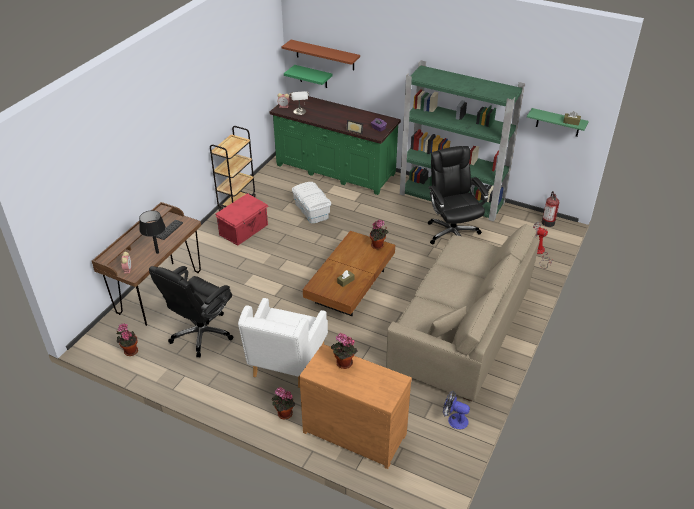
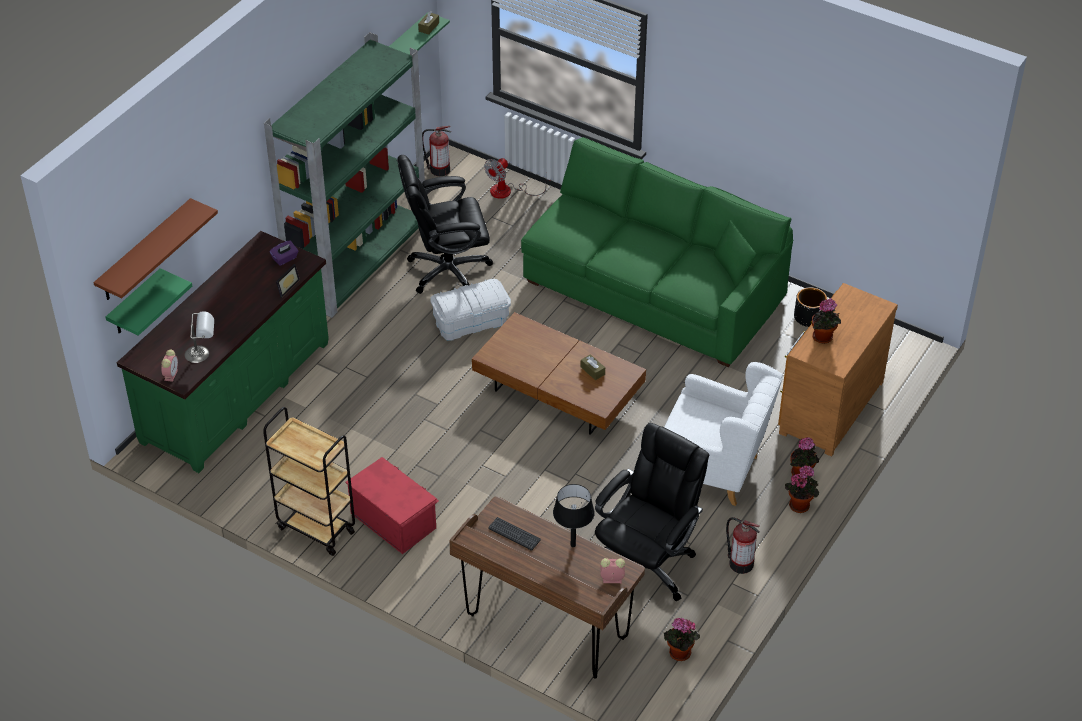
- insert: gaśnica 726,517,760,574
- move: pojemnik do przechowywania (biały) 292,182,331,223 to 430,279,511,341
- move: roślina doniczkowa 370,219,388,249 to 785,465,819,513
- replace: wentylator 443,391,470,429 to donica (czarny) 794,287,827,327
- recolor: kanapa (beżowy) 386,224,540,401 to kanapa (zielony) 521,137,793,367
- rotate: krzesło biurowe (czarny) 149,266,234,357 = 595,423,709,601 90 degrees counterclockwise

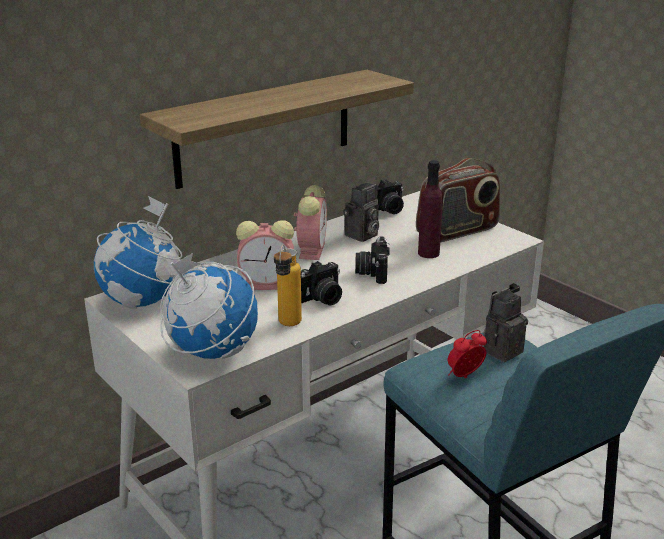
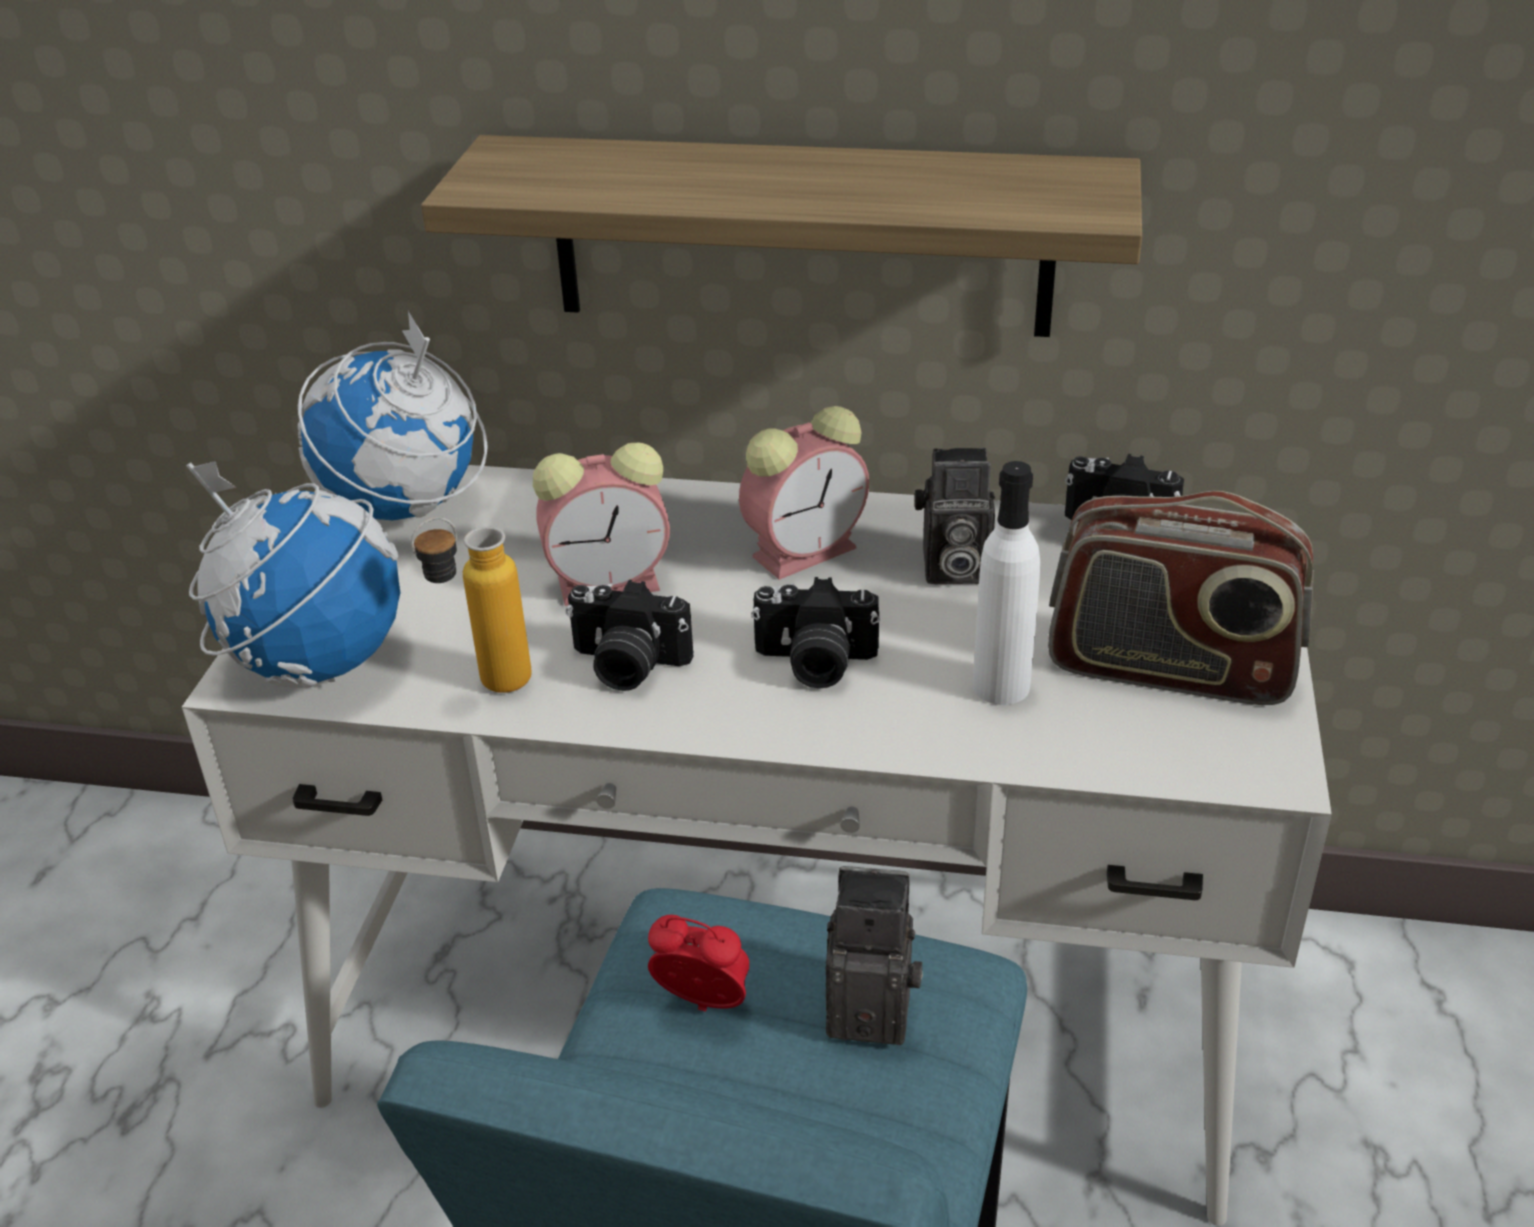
- recolor: butelka (fioletowy) 418,160,443,258 to butelka (biały) 972,461,1040,705
- rotate: budzik 236,220,294,290 = 533,443,670,606 60 degrees counterclockwise
- rotate: aparat fotograficzny 355,236,390,284 = 751,577,880,689 135 degrees counterclockwise

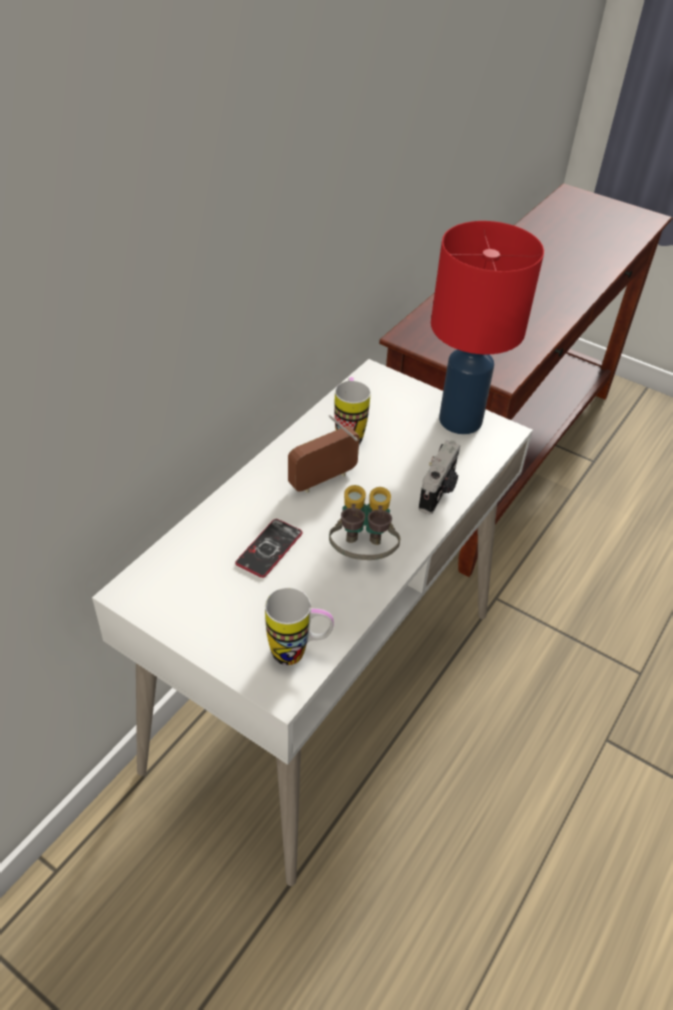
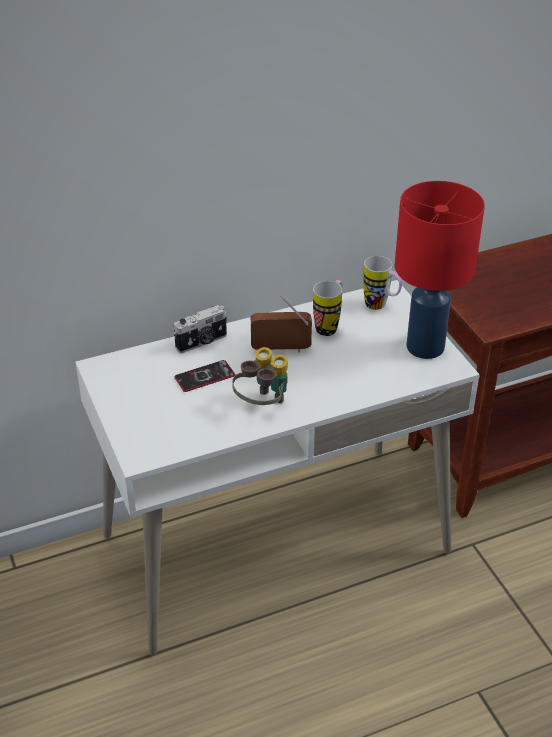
- move: kubek 265,588,334,665 to 363,256,402,310
- move: aparat fotograficzny 419,440,460,514 to 173,305,227,353

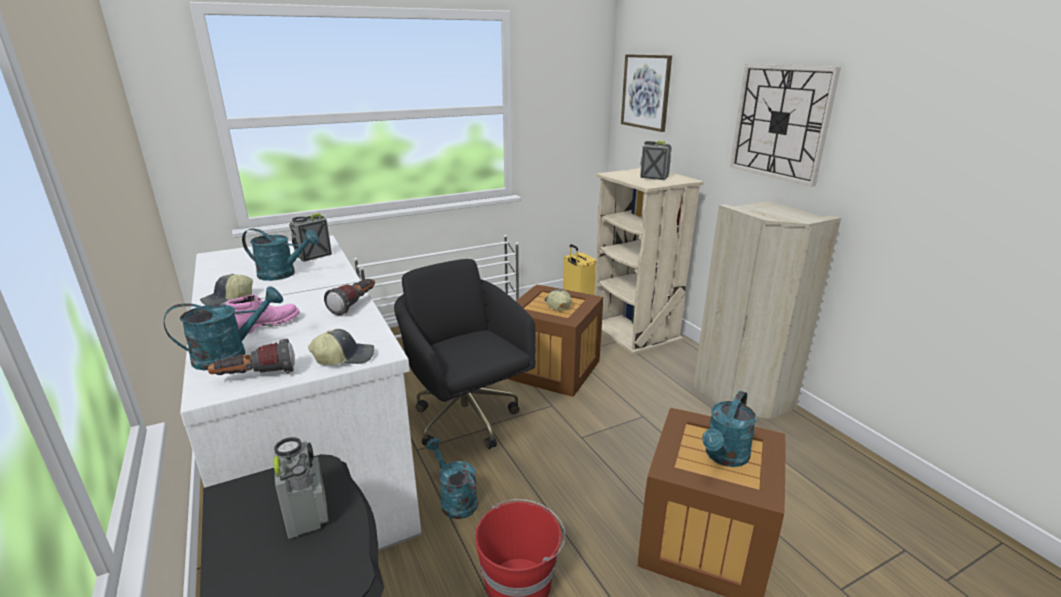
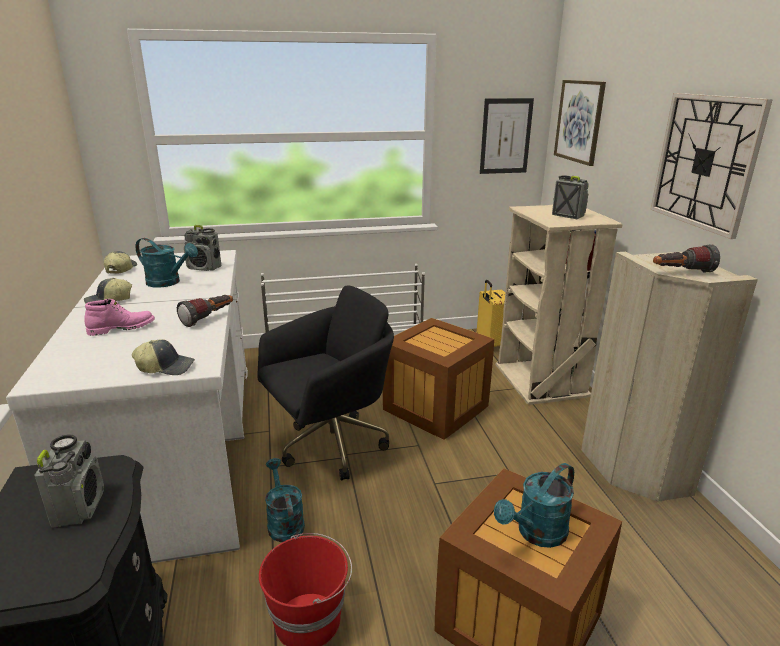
- delete: konewka (turkusowy) 164,286,283,370
- insert: obraz 480,98,534,174
- move: latarka 208,339,295,375 to 653,244,720,273
- move: czapka z daszkiem 544,289,571,311 to 104,251,137,274
- rotate: radio 289,213,332,262 = 184,225,222,271 135 degrees counterclockwise
- rotate: krzesło biurowe (czarny) 394,259,536,449 = 257,285,394,480 75 degrees clockwise

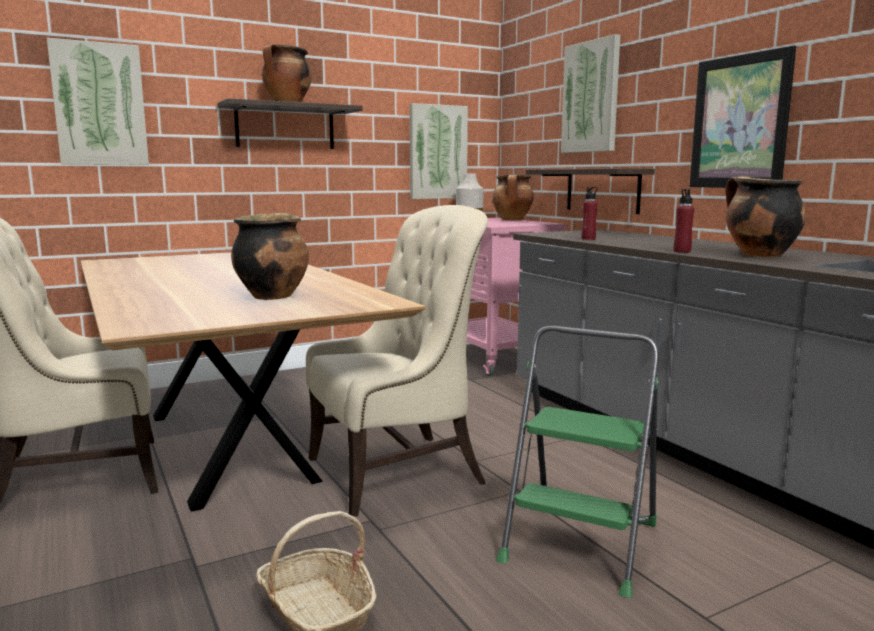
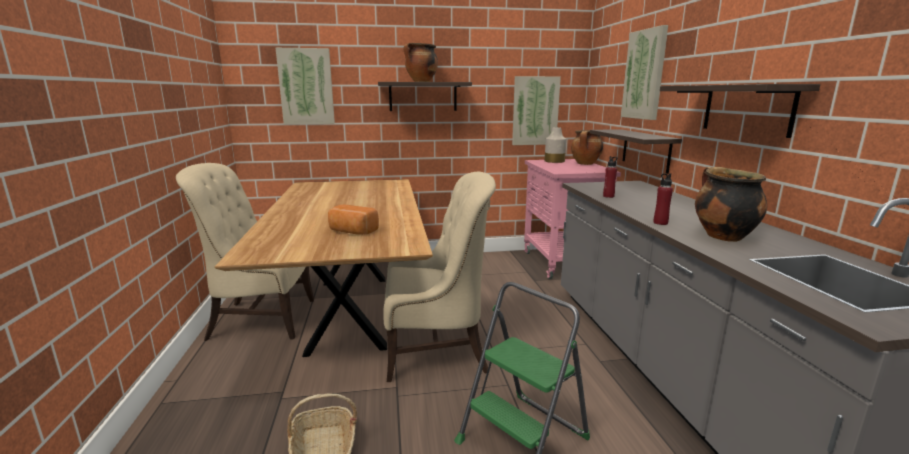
- replace: garnek 231,213,309,300 to chleb 328,204,379,235
- replace: obraz 690,46,796,188 to półka 660,84,820,138

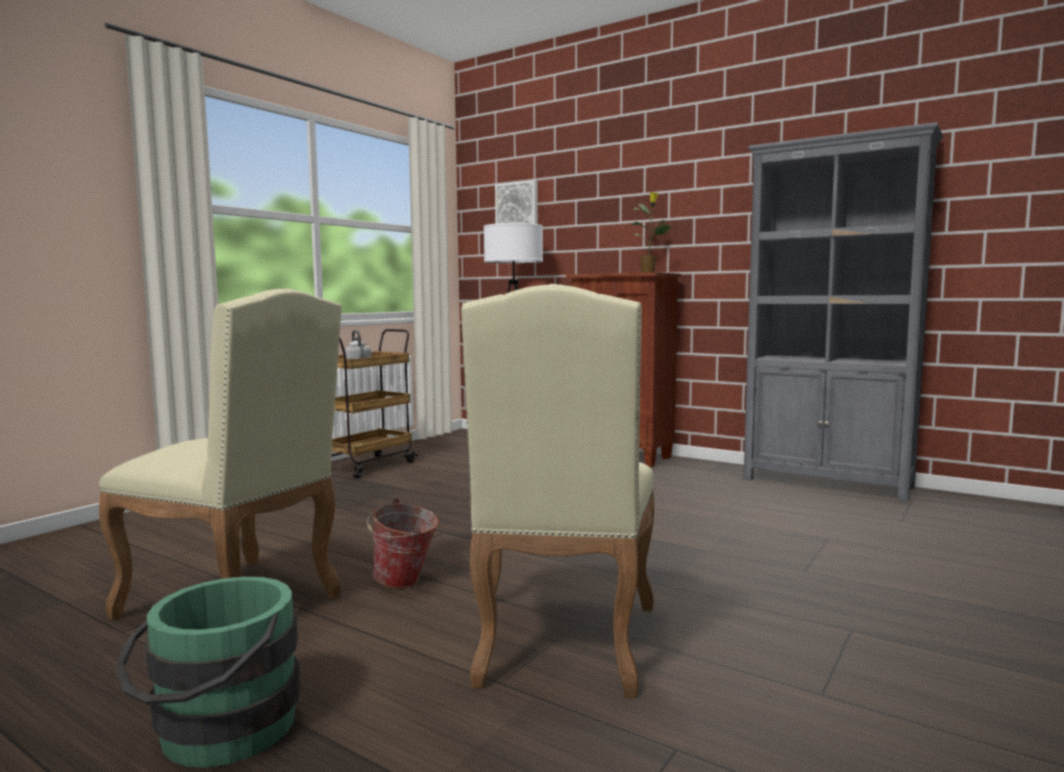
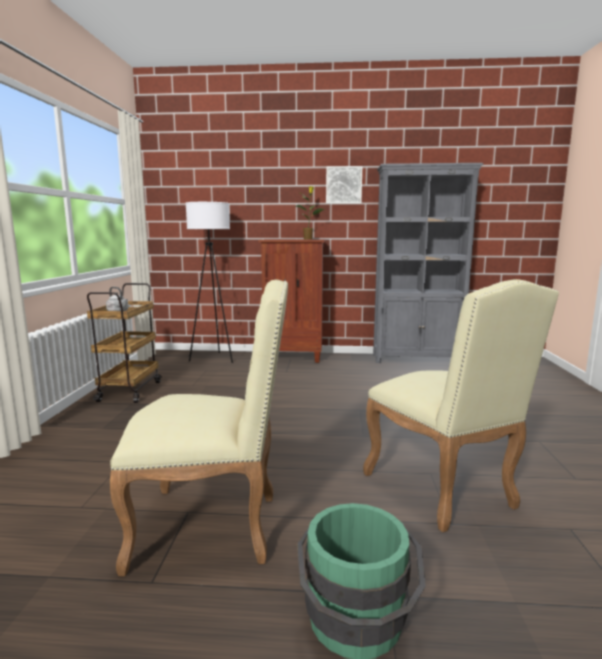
- delete: wiadro 367,498,439,589
- move: obraz 495,180,538,224 to 326,166,362,204

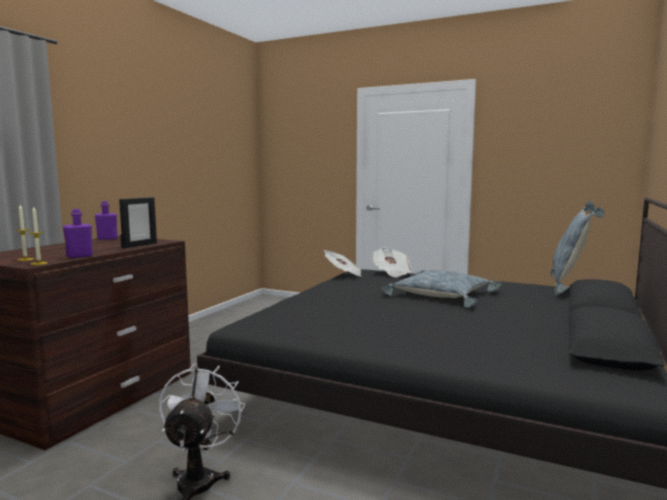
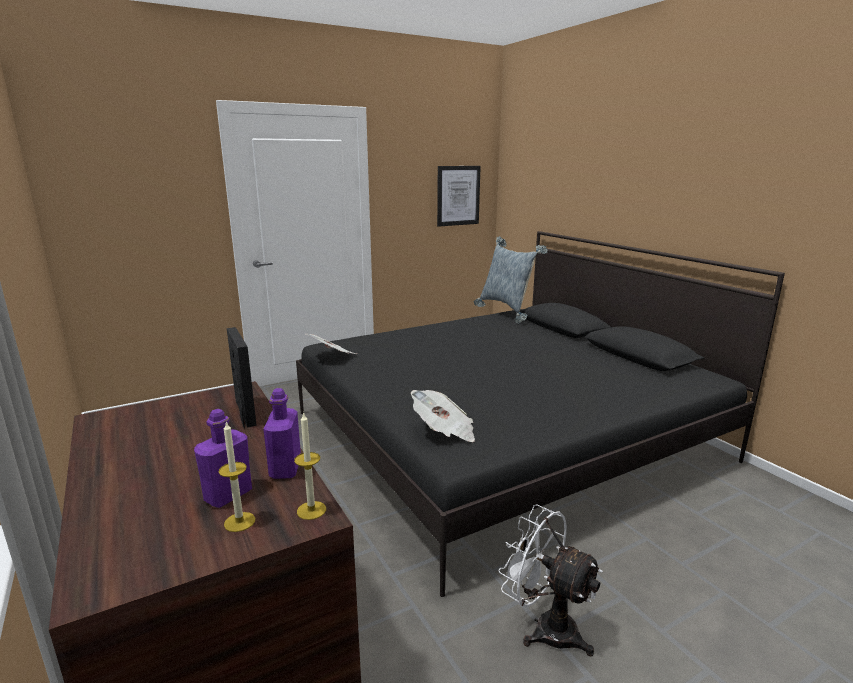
- delete: poduszka 381,270,501,307
- insert: obraz 437,166,481,227
- move: butelka (fioletowy) 95,201,118,239 to 194,409,252,508
- move: gazeta 373,247,411,277 to 411,390,475,442

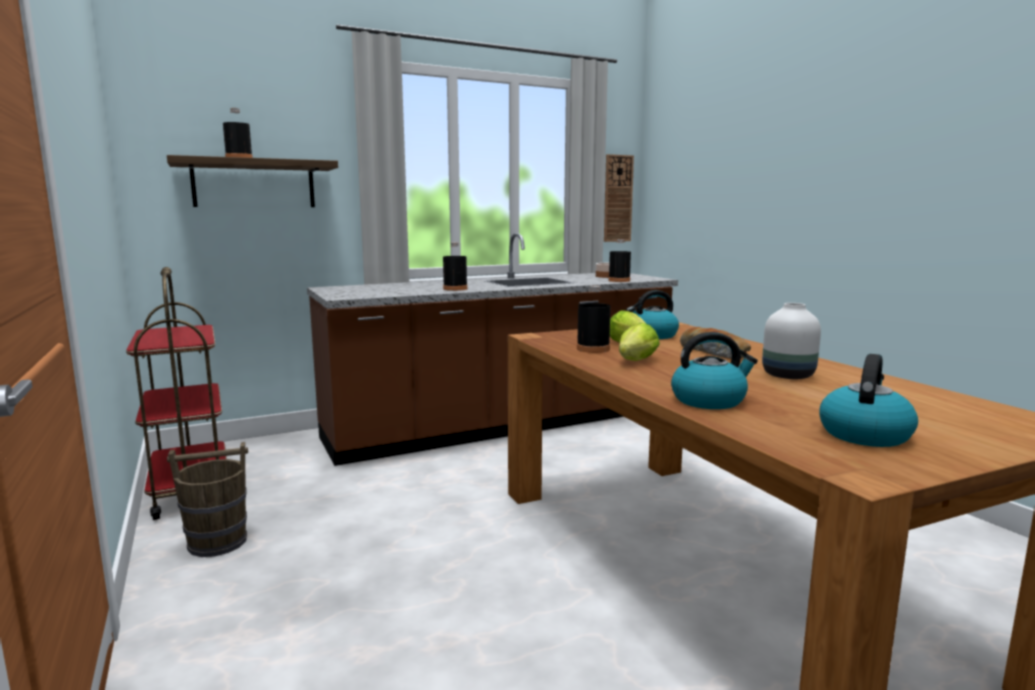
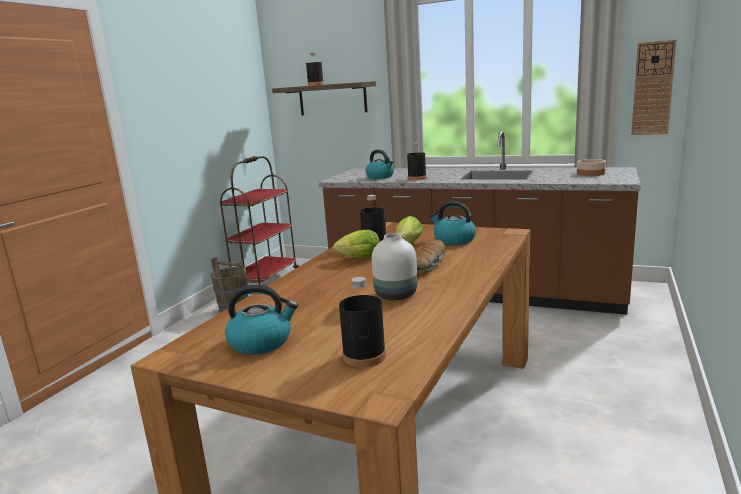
- move: butelka (czarny) 609,239,631,282 to 339,277,386,368
- move: czajnik 671,332,758,409 to 365,149,394,179

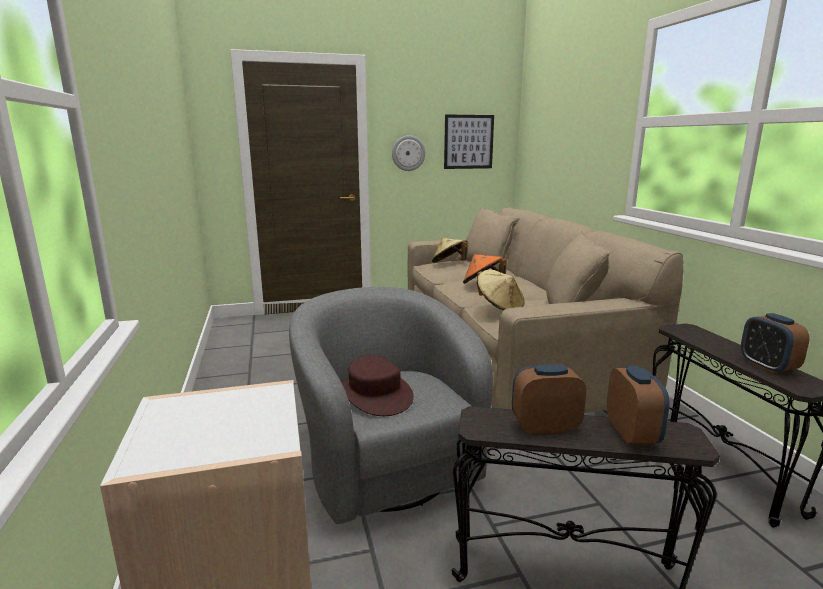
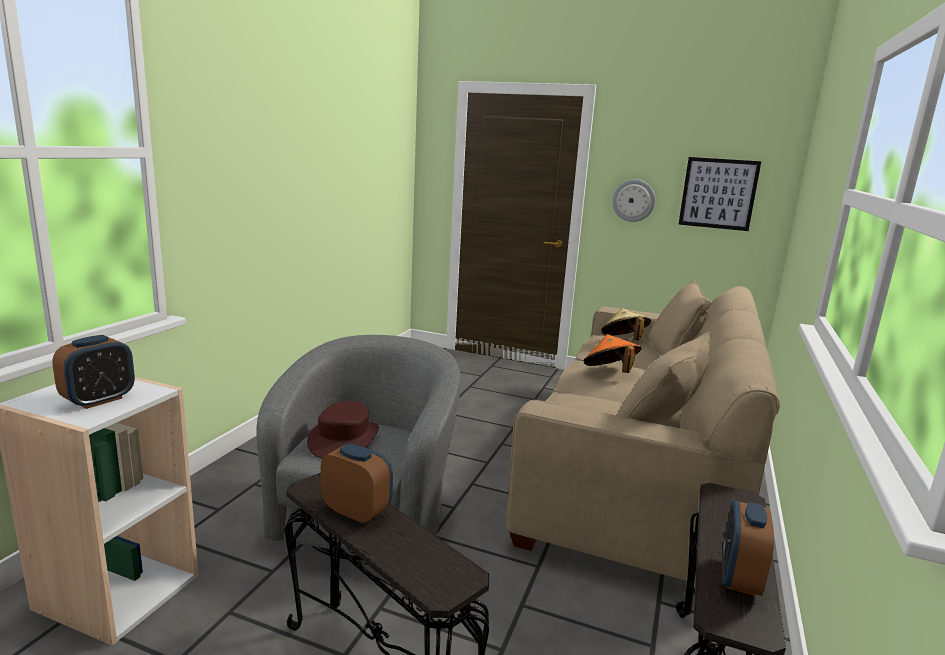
- delete: kapelusz (beżowy) 477,270,524,310
- move: budzik 607,366,670,445 to 52,335,135,409

